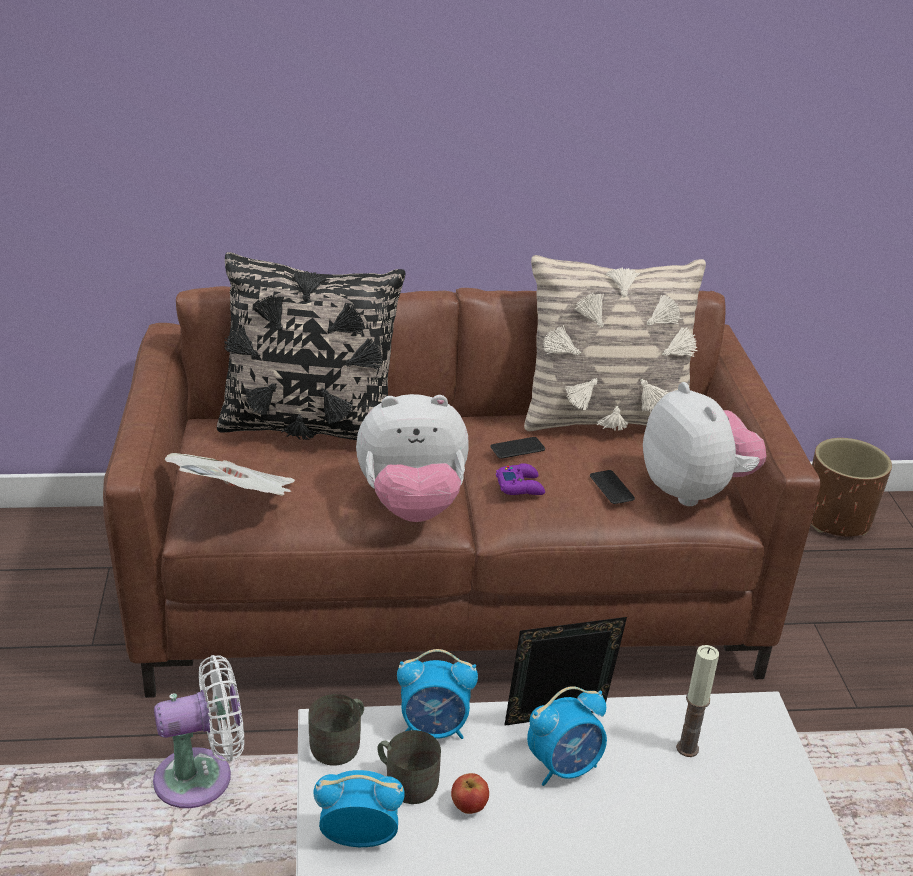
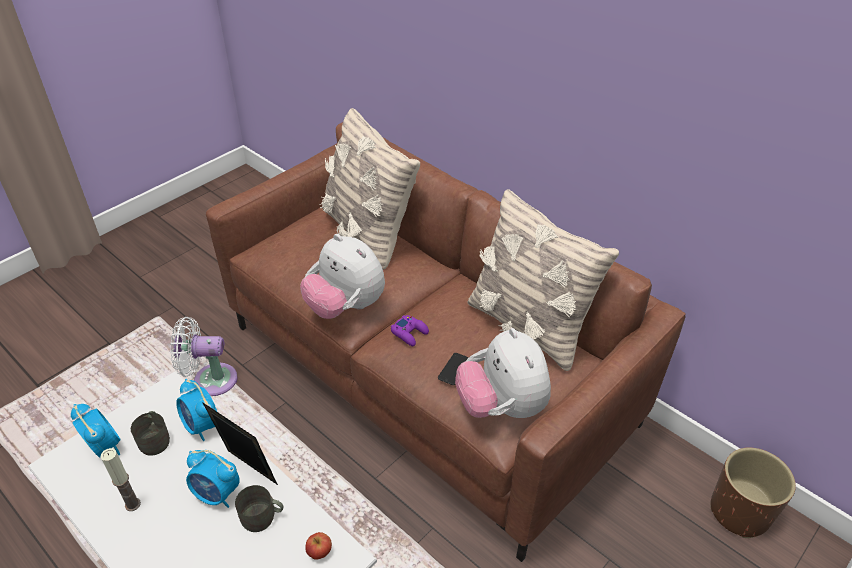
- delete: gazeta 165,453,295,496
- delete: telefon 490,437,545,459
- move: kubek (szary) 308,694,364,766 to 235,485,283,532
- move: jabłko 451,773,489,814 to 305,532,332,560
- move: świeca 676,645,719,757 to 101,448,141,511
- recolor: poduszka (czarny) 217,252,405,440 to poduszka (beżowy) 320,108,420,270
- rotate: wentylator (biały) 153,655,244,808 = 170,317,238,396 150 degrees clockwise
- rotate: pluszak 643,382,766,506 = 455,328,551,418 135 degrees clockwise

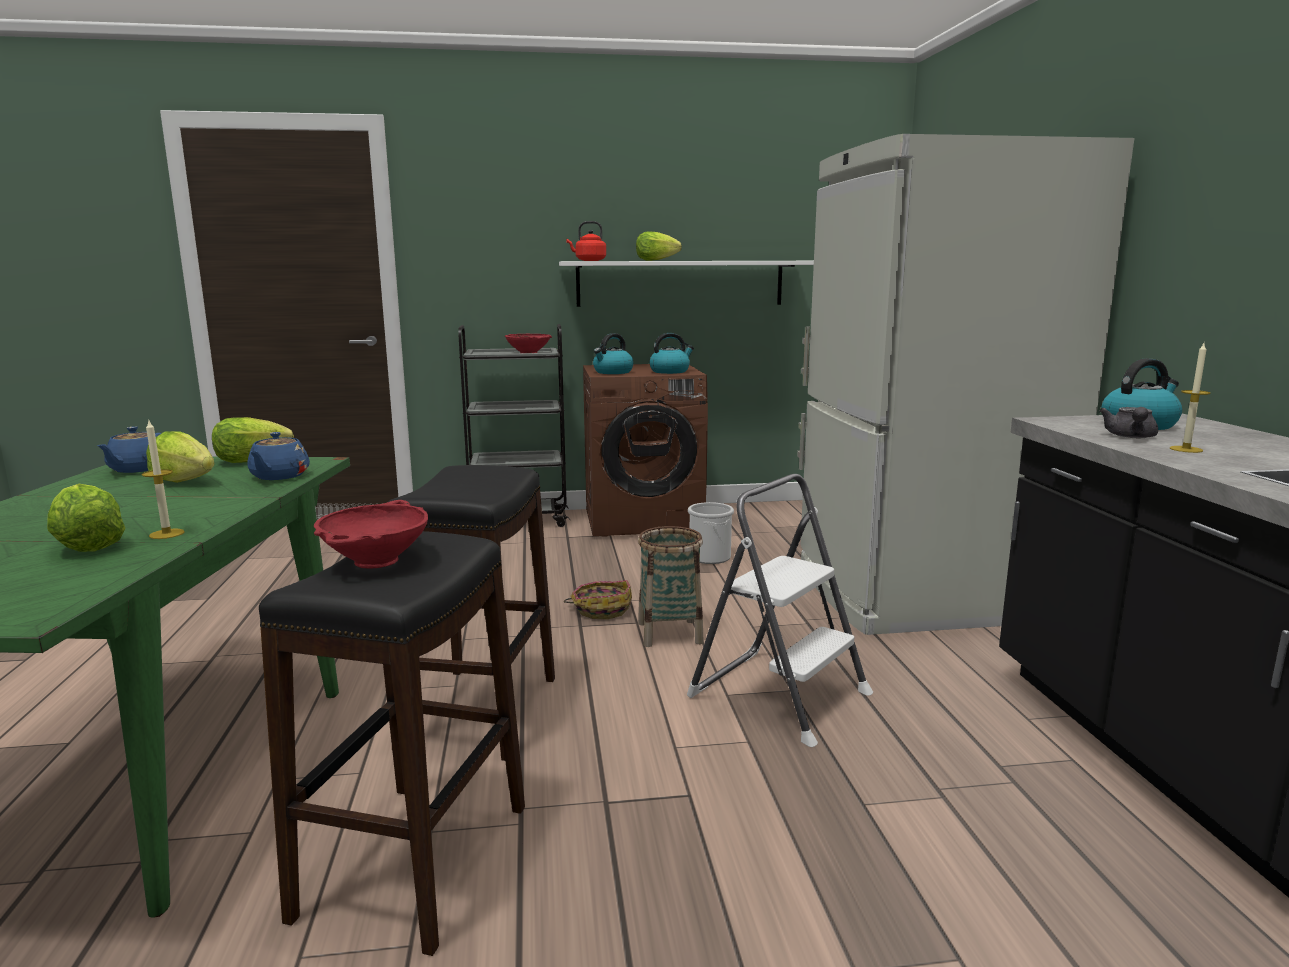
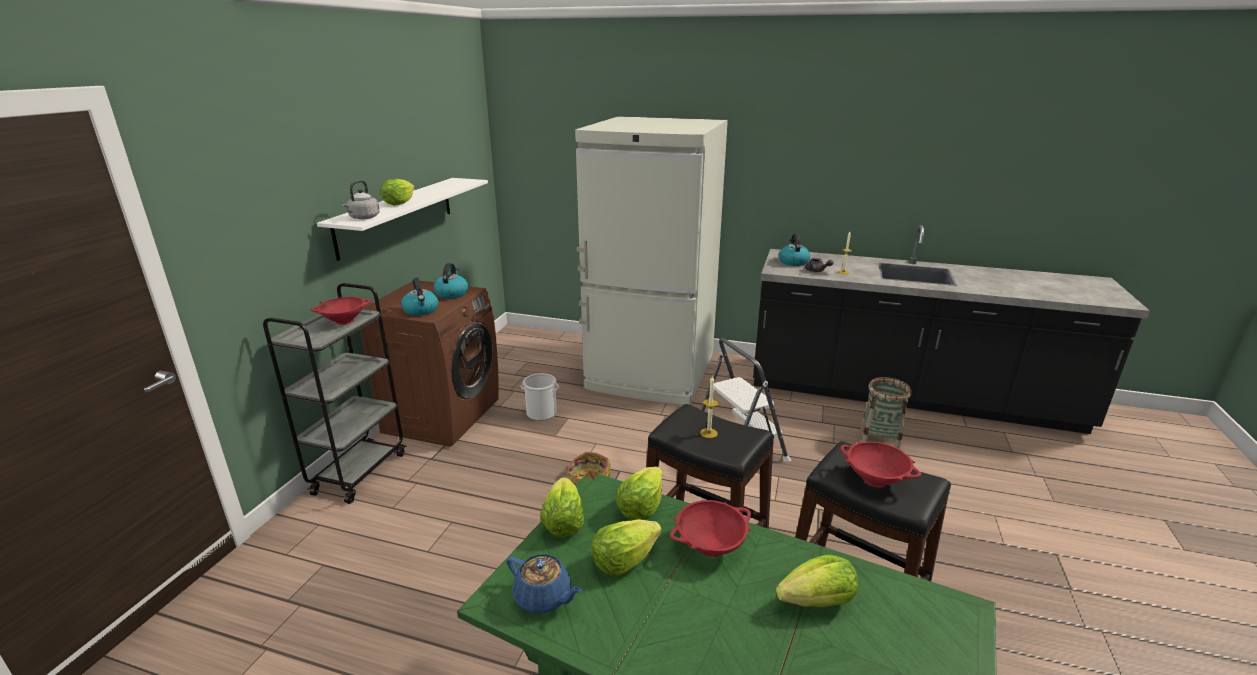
- insert: miska (czerwony) 670,500,751,557
- move: świeca 142,421,185,539 to 700,376,718,438
- move: koszyk 638,526,704,647 to 861,377,912,449
- replace: imbryk (niebieski) 247,432,310,480 to sałata 616,467,662,520
- recolor: czajnik (czerwony) 566,221,606,261 to czajnik (szary) 341,180,380,219

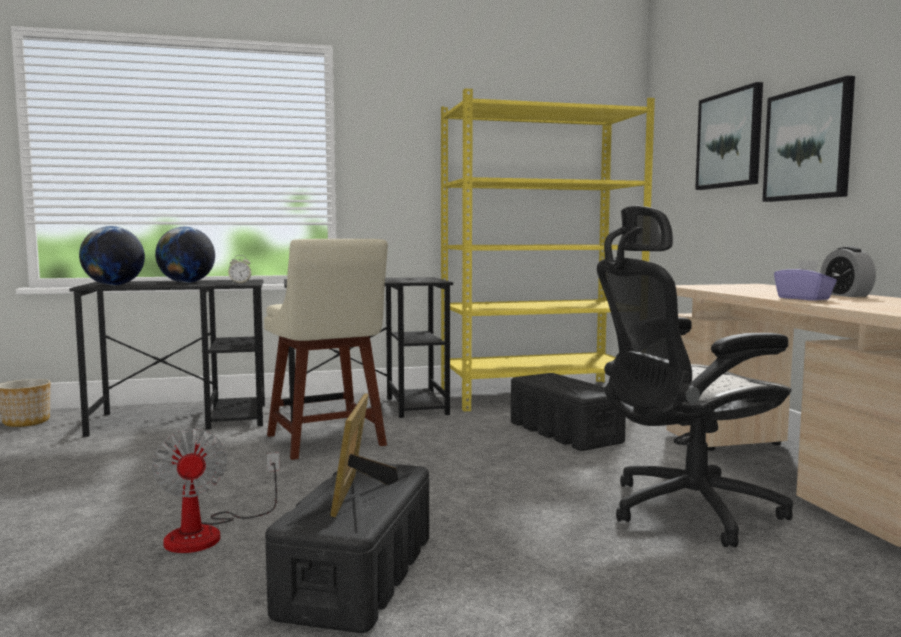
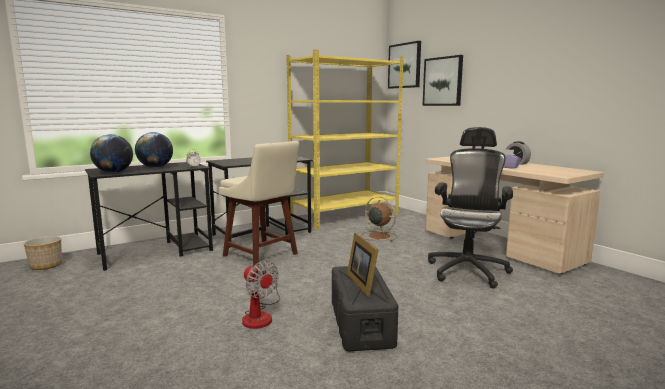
- move: obraz 762,76,855,202 to 388,41,421,89
- replace: pojemnik do przechowywania (czarny) 511,373,626,451 to wentylator (brązowy) 361,197,397,242
- rotate: krzesło biurowe 597,206,793,547 = 428,127,513,289 150 degrees clockwise

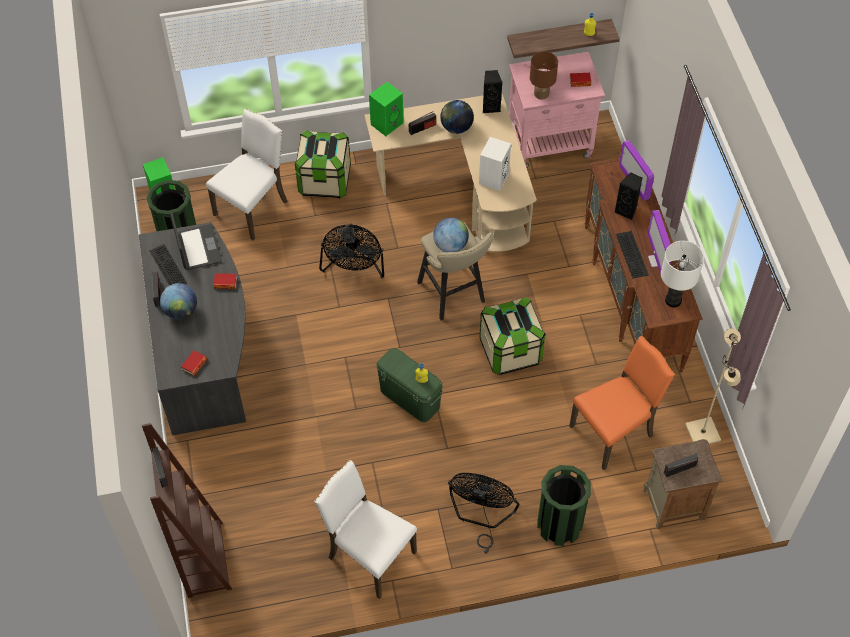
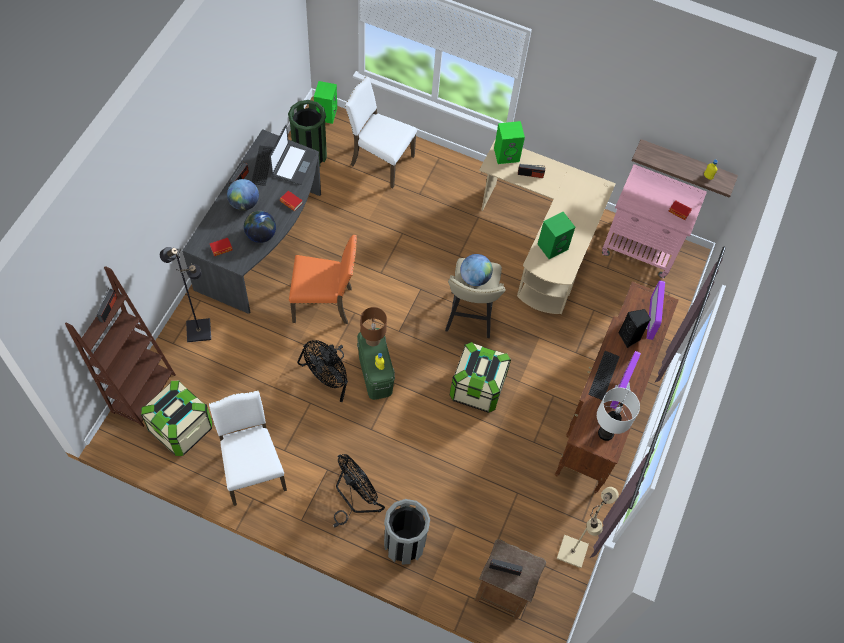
- delete: głośnik (czarny) 483,70,503,113
- insert: lampa stojąca (czarny) 160,247,211,342
- move: pojemnik do przechowywania 295,130,351,198 to 141,381,212,456
- move: wentylator (czarny) 319,224,384,279 to 297,340,348,402
- move: globus 440,100,474,134 to 244,211,276,243
- move: lampa stołowa (brązowy) 530,51,558,99 to 360,307,387,346
- move: krzesło (pomarańczowy) 569,336,675,470 to 289,235,357,324
- recolor: głośnik (biały) 479,137,511,191 to głośnik (zielony) 538,212,575,259
- recolor: kosz na śmieci (zielony) 537,465,591,546 to kosz na śmieci (szary) 384,499,430,565
- rotate: krzesło (biały) 206,109,288,240 = 345,77,417,188 135 degrees counterclockwise

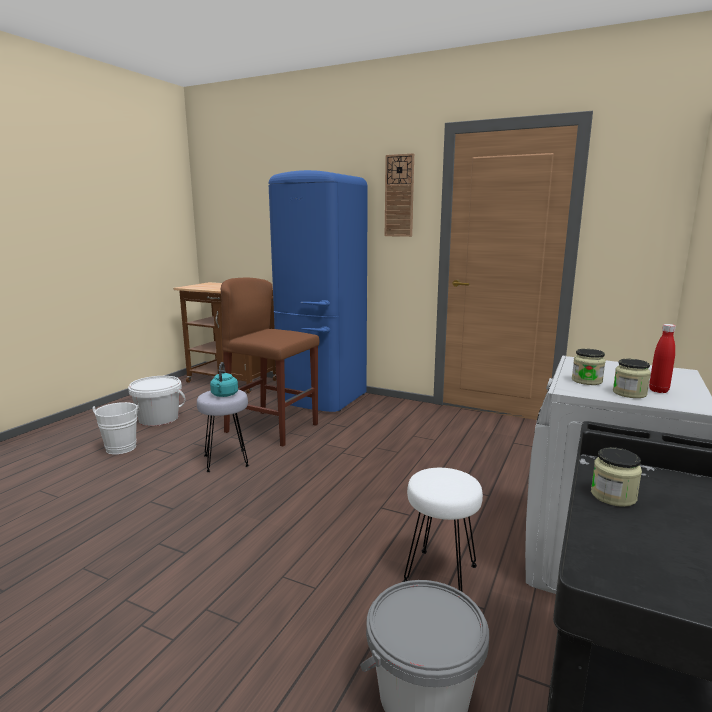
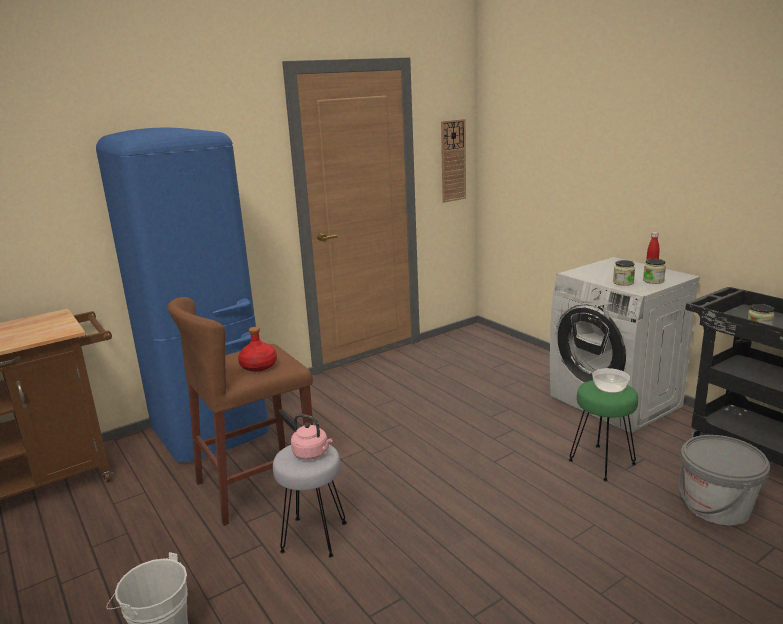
- delete: wiadro (biały) 128,376,186,426
- insert: butelka (czerwony) 238,327,277,372
- insert: miska 592,368,630,393
- move: zegar ścienny 385,153,414,237 to 441,119,466,203
- recolor: czajnik (turkusowy) 210,362,238,397 to czajnik (różowy) 291,414,333,460
- recolor: stołek (biały) 403,468,483,592 to stołek (zielony) 569,380,638,481

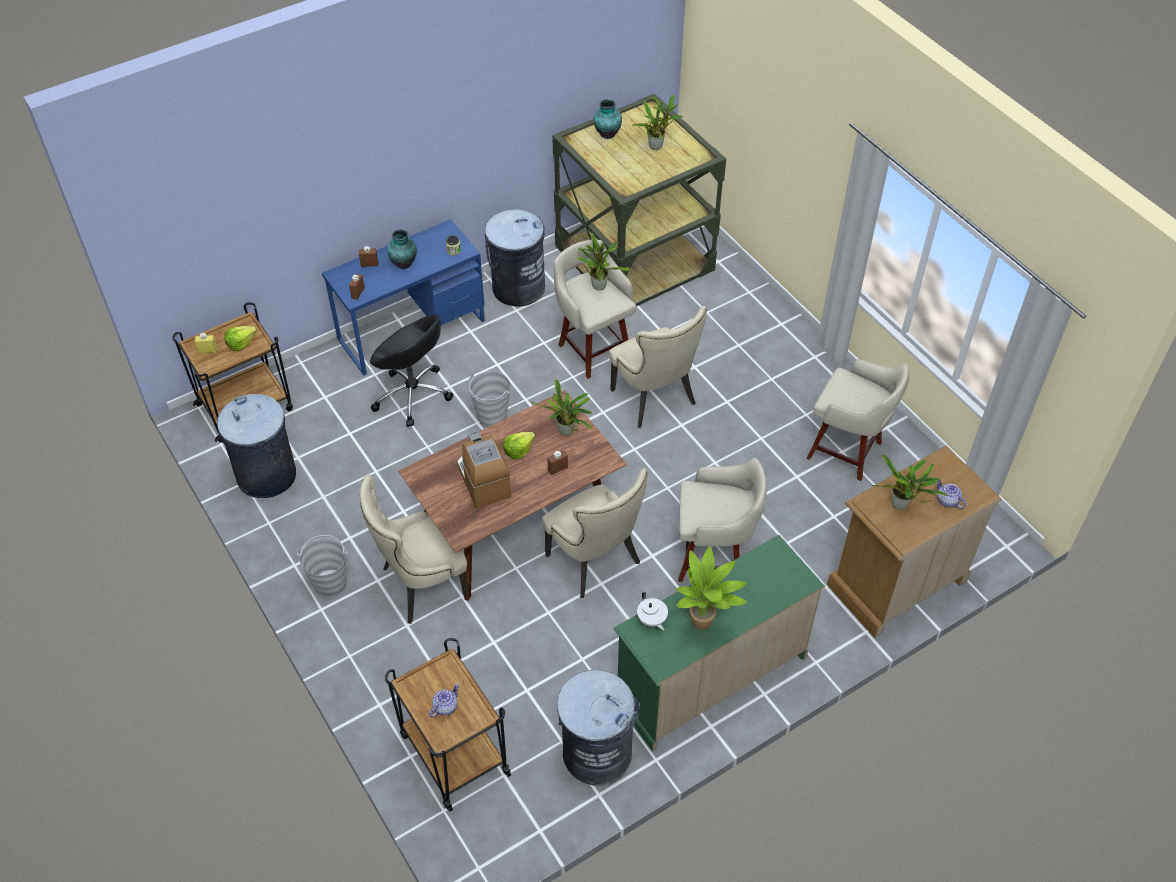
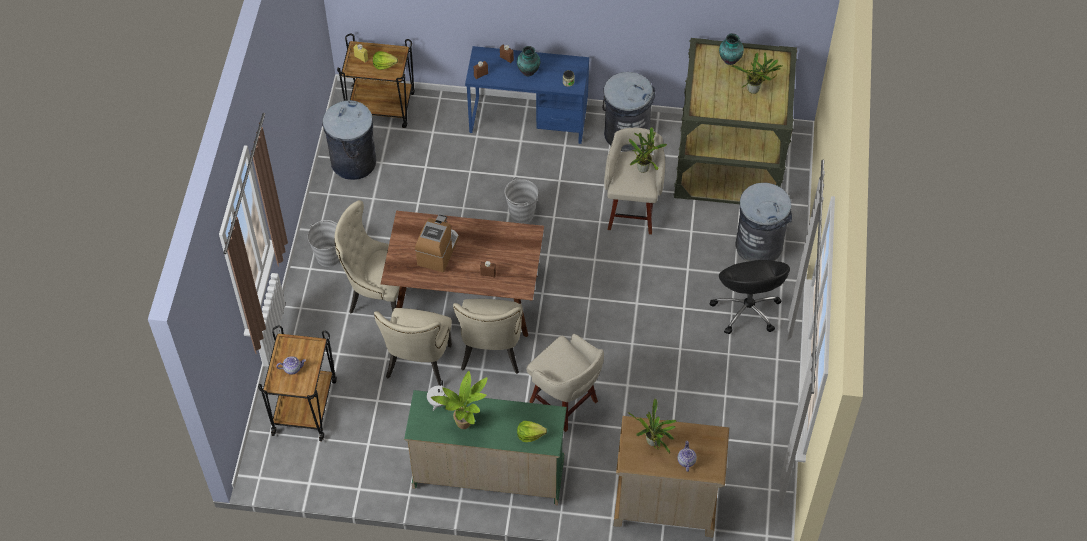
- delete: roślina doniczkowa 530,380,593,436
- delete: stołek (beżowy) 807,359,909,481
- move: krzesło biurowe (czarny) 370,314,453,427 to 710,260,790,334
- move: sałata 503,432,535,460 to 517,421,547,442
- move: kosz na śmieci (szary) 557,670,641,786 to 736,183,792,262
- move: krzesło (beżowy) 609,306,707,428 to 374,308,452,386

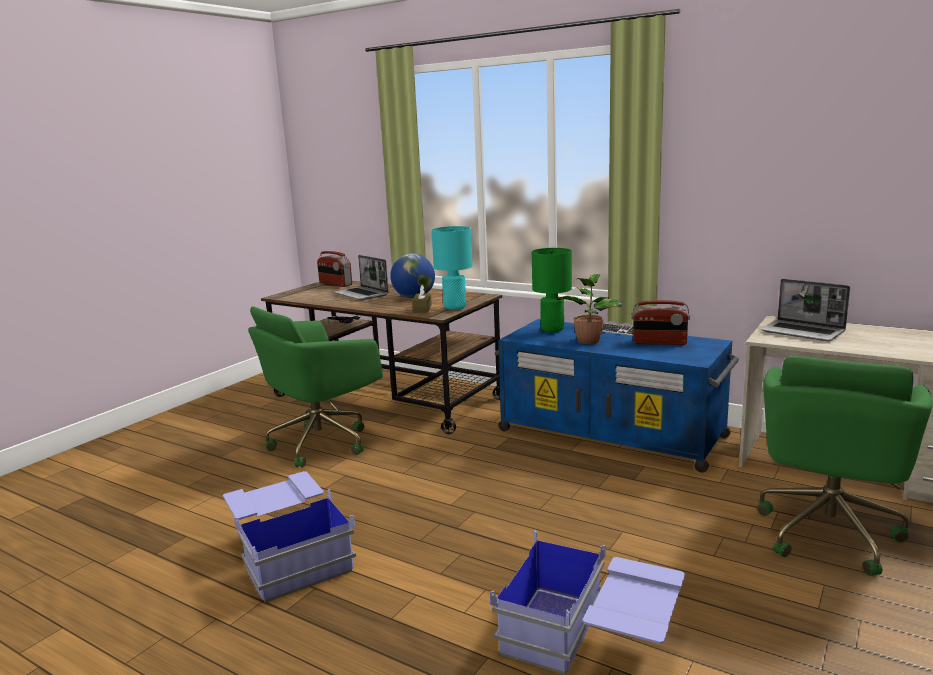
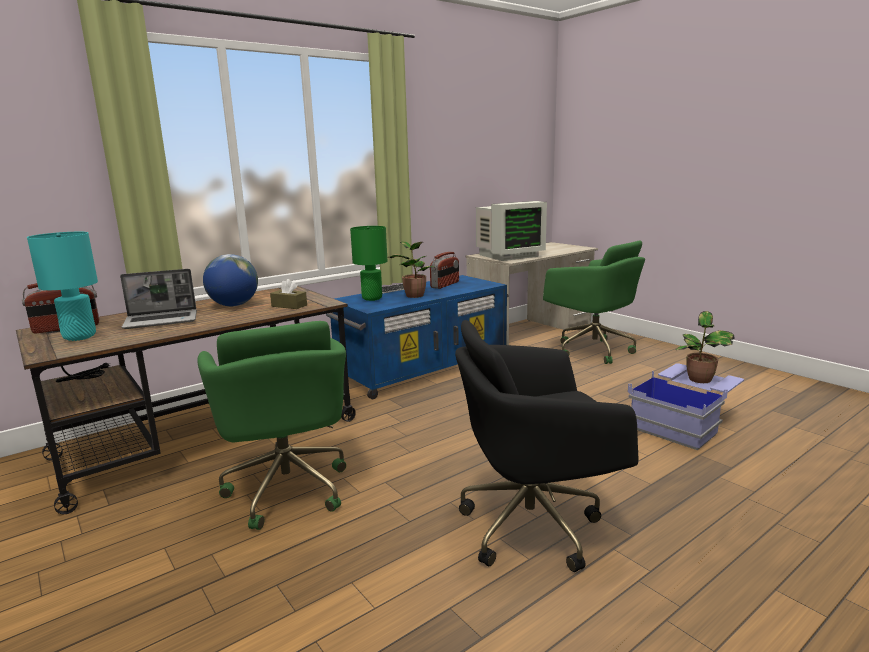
- insert: roślina doniczkowa 675,311,734,383
- move: lampa stołowa (turkusowy) 431,226,472,310 to 27,232,98,341
- replace: pojemnik do przechowywania (niebieski) 223,471,356,603 to krzesło biurowe (czarny) 455,320,638,572
- replace: laptop 761,279,850,342 to monitor 476,201,547,261

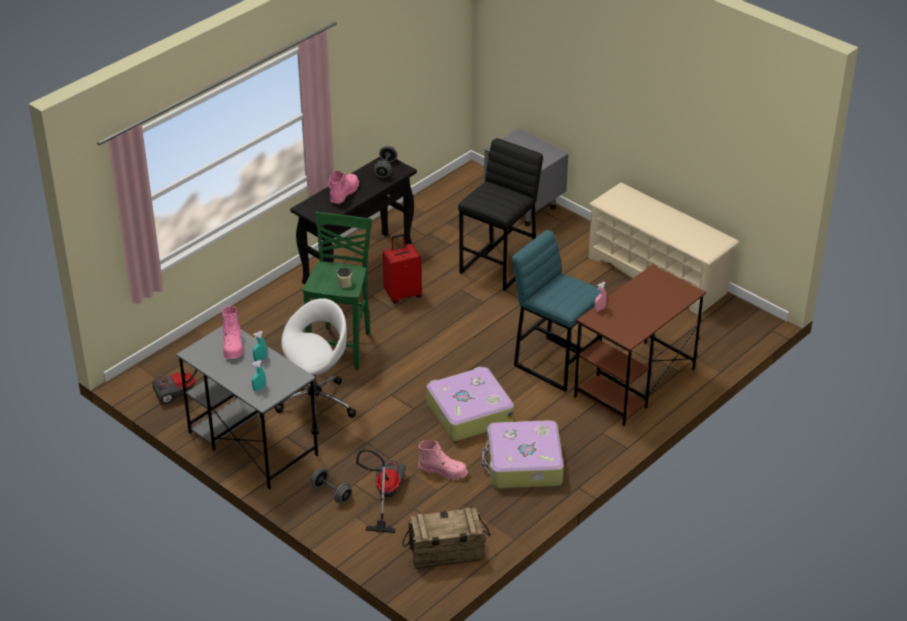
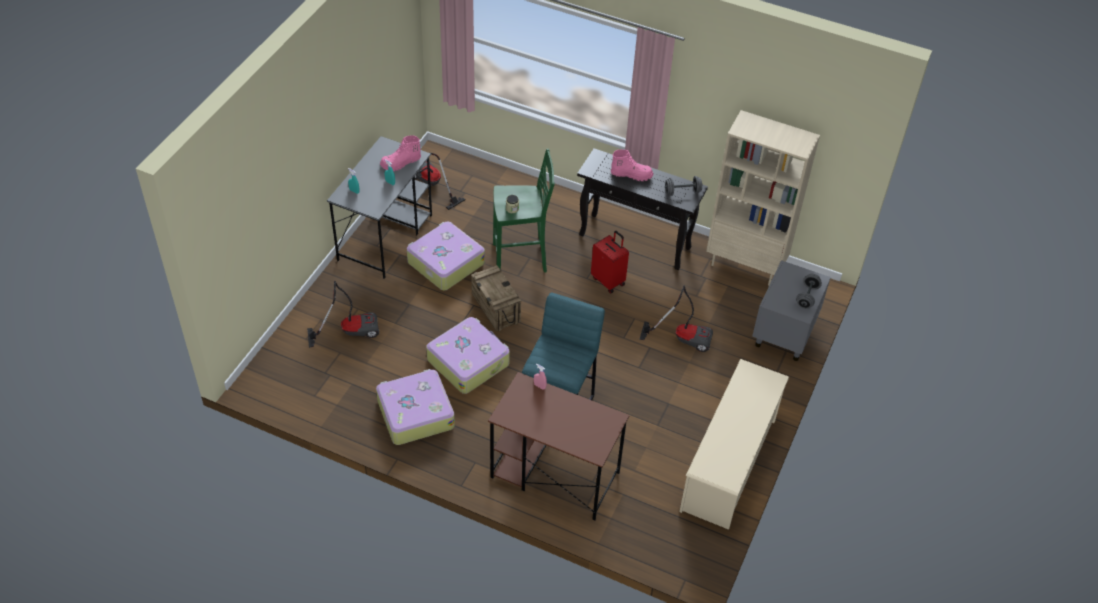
- delete: but z cholewką (różowy) 418,440,468,480
- insert: regał (beżowy) 706,110,820,286
- move: hantel (szary) 311,469,352,503 to 796,274,822,309
- move: skrzynka 402,508,490,569 to 471,265,521,331
- replace: krzesło biurowe (biały) 274,298,356,435 to walizka 407,222,485,290
- replace: stołek (czarny) 458,138,543,291 to odkurzacz 639,286,713,352

